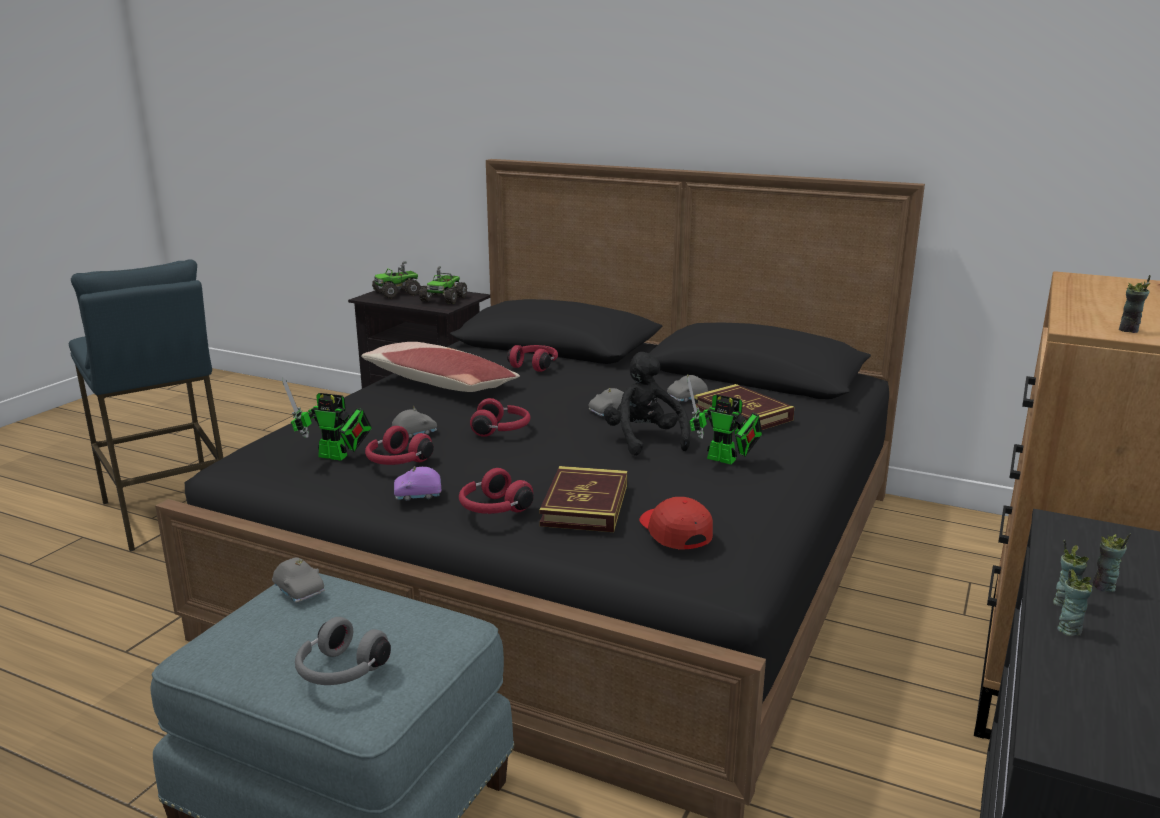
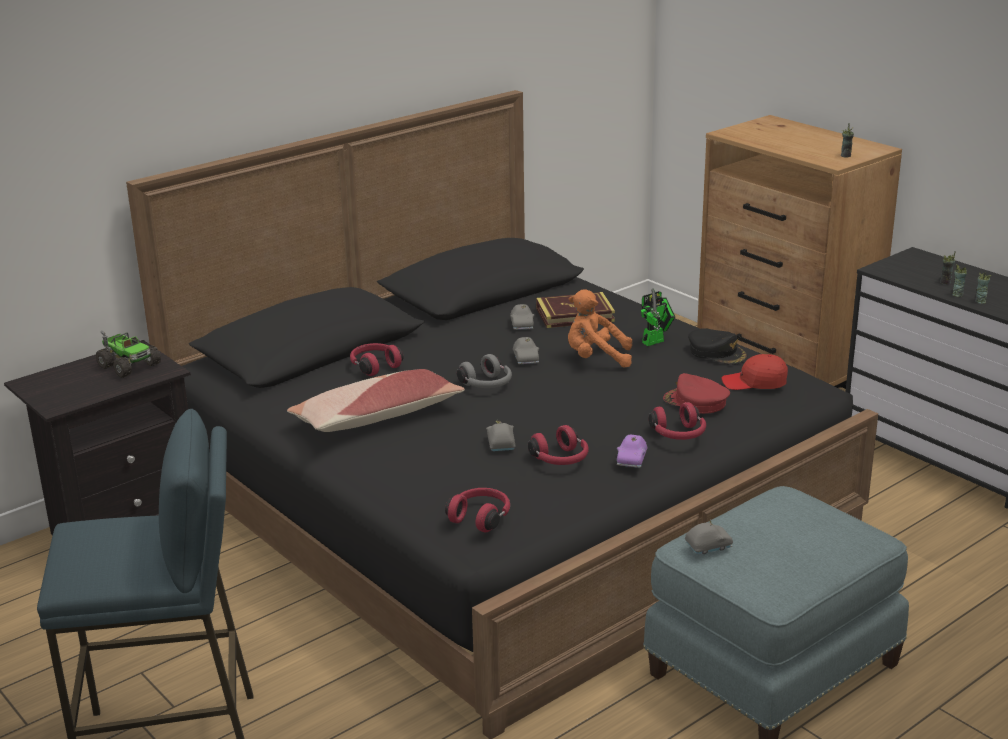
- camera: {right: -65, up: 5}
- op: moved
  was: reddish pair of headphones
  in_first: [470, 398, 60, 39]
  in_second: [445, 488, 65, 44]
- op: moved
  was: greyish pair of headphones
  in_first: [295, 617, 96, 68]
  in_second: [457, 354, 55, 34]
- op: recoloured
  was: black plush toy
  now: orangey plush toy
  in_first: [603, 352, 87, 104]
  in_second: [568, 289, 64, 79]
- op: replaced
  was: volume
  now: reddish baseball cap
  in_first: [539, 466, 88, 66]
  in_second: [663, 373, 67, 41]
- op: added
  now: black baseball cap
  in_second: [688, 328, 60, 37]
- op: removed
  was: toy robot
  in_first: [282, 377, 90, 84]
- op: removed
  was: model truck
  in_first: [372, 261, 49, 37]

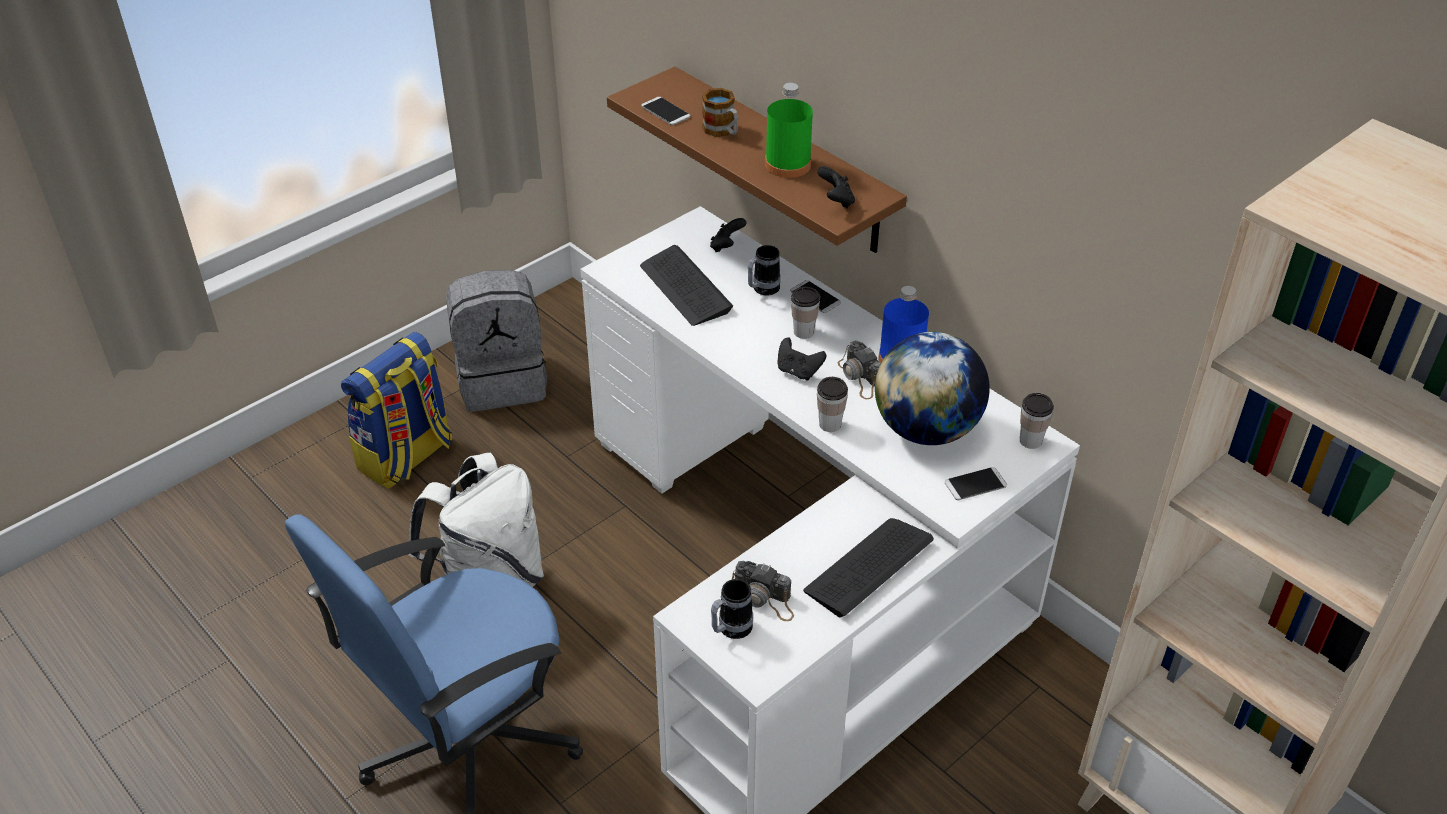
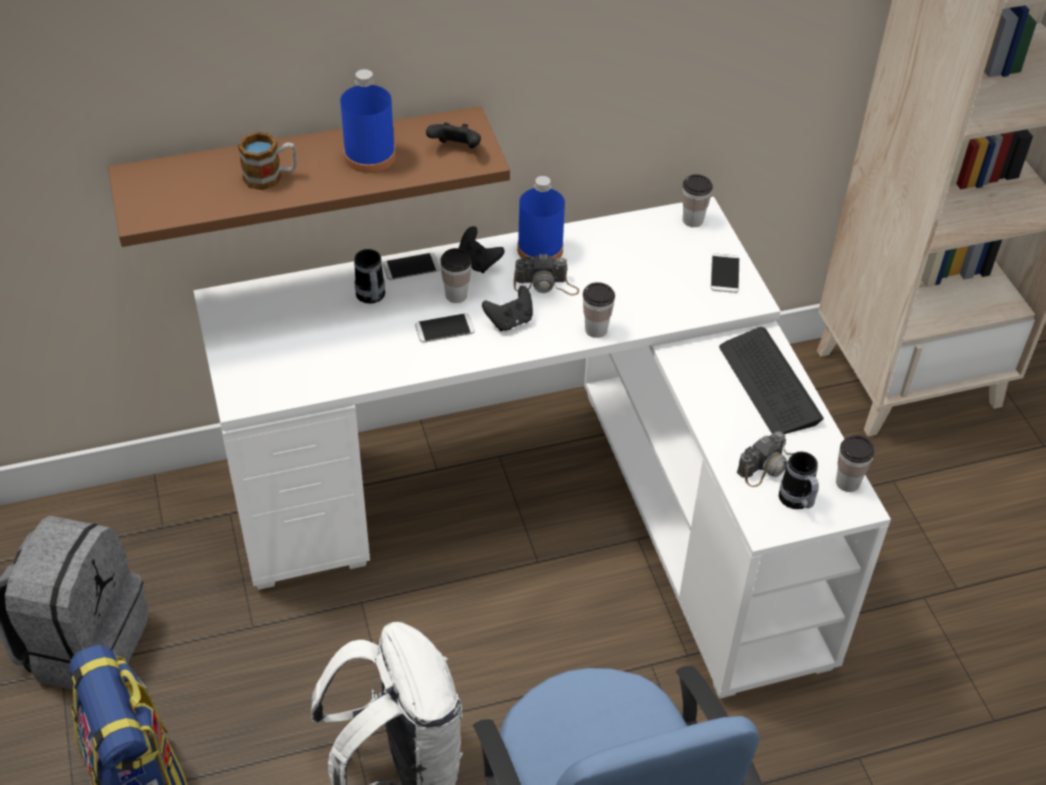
- camera: {right: -65, up: 5}
- op: recoloured
  was: green bottle
  now: blue bottle
  in_first: [765, 83, 48, 95]
  in_second: [340, 69, 56, 104]
- op: moved
  was: phone
  in_first: [641, 97, 49, 28]
  in_second: [415, 313, 60, 30]
- op: moved
  was: black joypad
  in_first: [710, 218, 36, 34]
  in_second: [459, 226, 46, 47]
- op: added
  now: cup
  in_second: [836, 435, 39, 57]
- op: removed
  was: keyboard
  in_first: [640, 245, 93, 81]
- op: removed
  was: globe
  in_first: [875, 332, 115, 113]

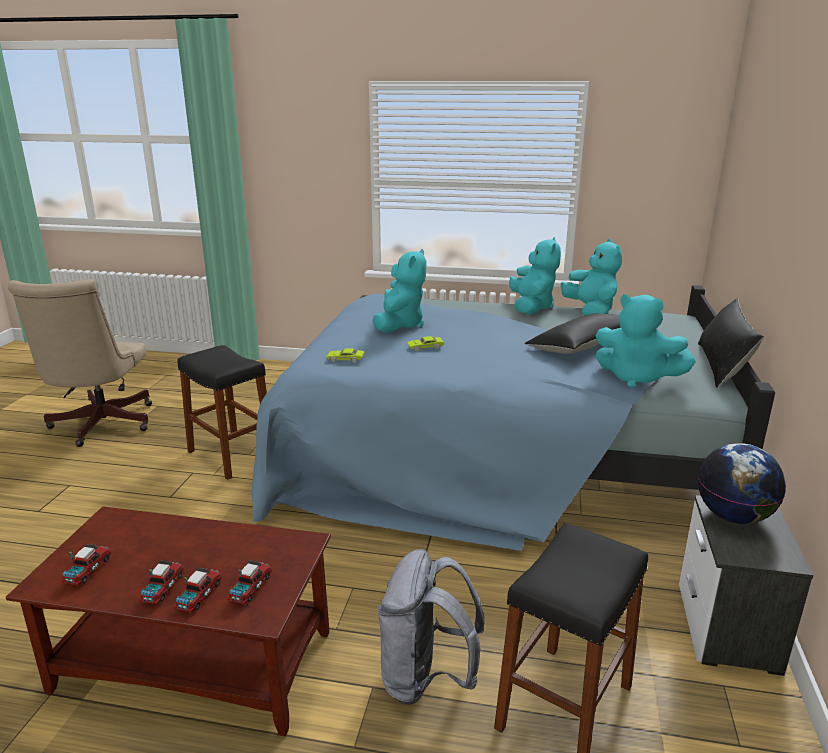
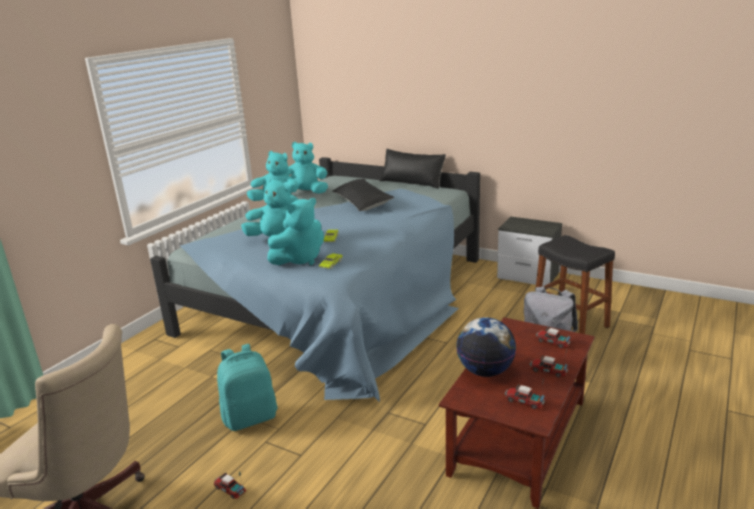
- camera: {right: -70, up: 0}
- op: moved
  was: model truck
  in_first: [174, 567, 48, 45]
  in_second: [214, 471, 32, 28]
- op: replaced
  was: black stool
  now: turquoise knapsack
  in_first: [178, 345, 89, 135]
  in_second: [217, 344, 60, 87]
- op: moved
  was: turquoise plush toy
  in_first: [596, 294, 100, 94]
  in_second: [267, 198, 57, 67]
- op: moved
  was: globe
  in_first: [698, 443, 88, 81]
  in_second: [456, 317, 60, 60]

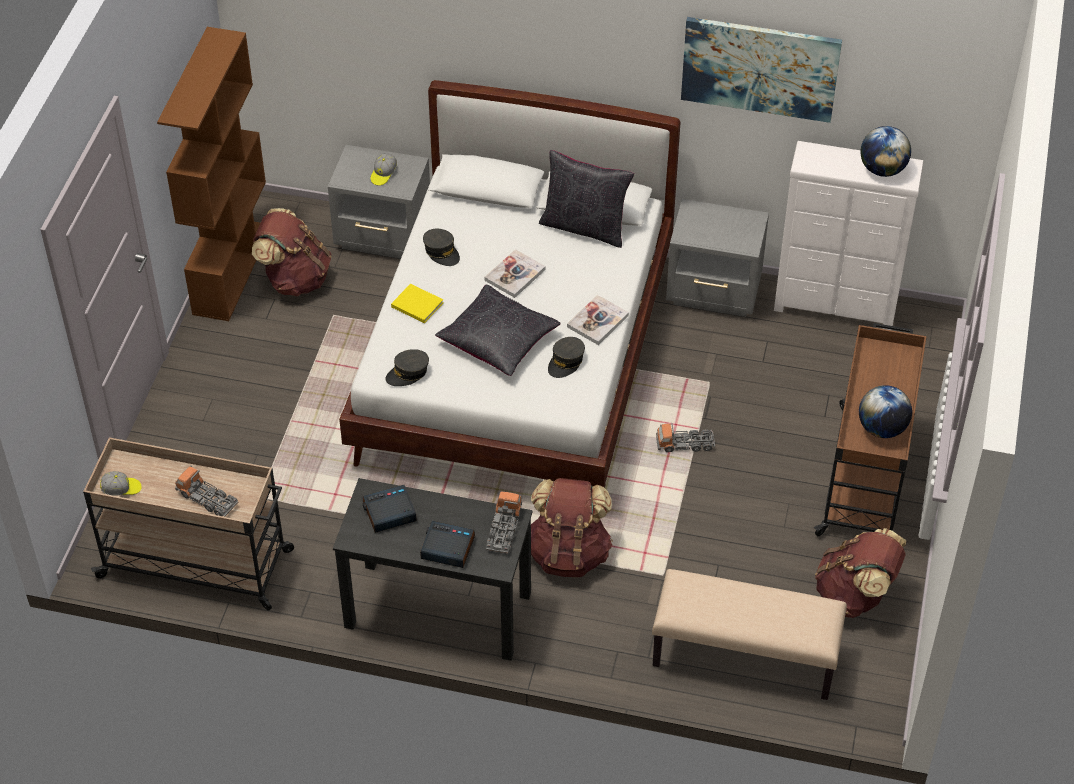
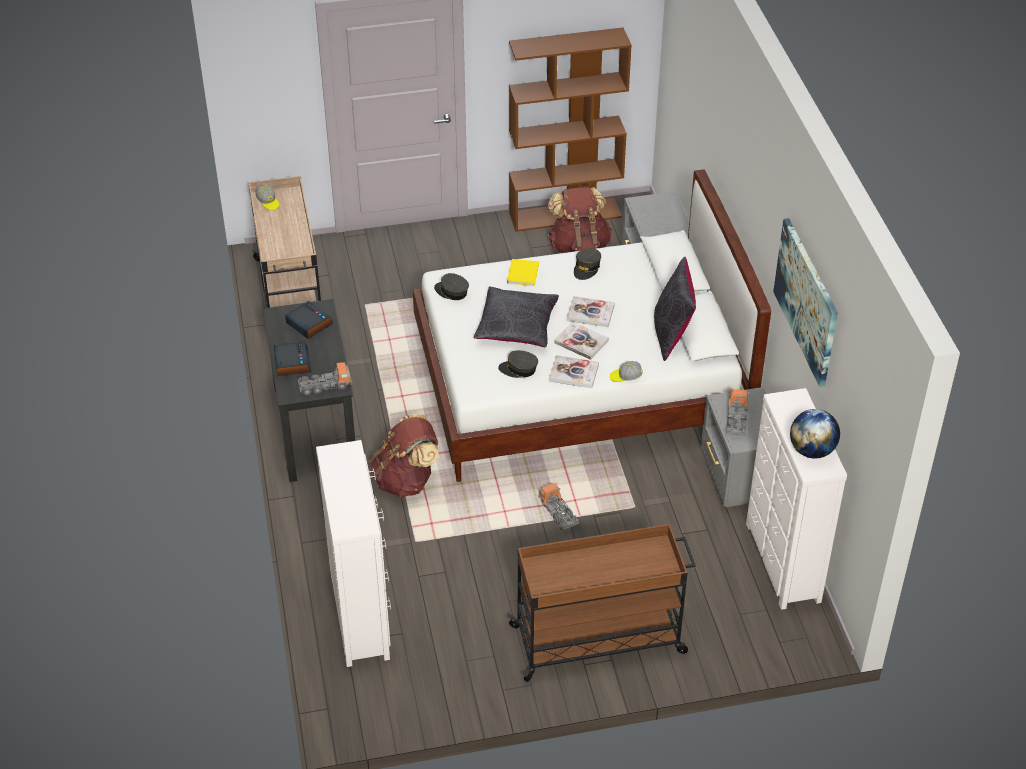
- camera: {right: 65, up: -5}
- op: replaced
  was: beige bench
  now: white dresser
  in_first: [652, 569, 195, 131]
  in_second: [316, 440, 75, 227]
- op: added
  now: volume
  in_second: [554, 321, 55, 39]
- op: moved
  was: baseball cap
  in_first: [371, 153, 26, 33]
  in_second: [610, 361, 33, 21]
- op: moved
  was: model truck
  in_first: [175, 466, 63, 51]
  in_second: [726, 389, 24, 47]
- op: removed
  was: brown knapsack
  in_first: [815, 528, 92, 90]
- op: removed
  was: globe
  in_first: [859, 385, 53, 53]

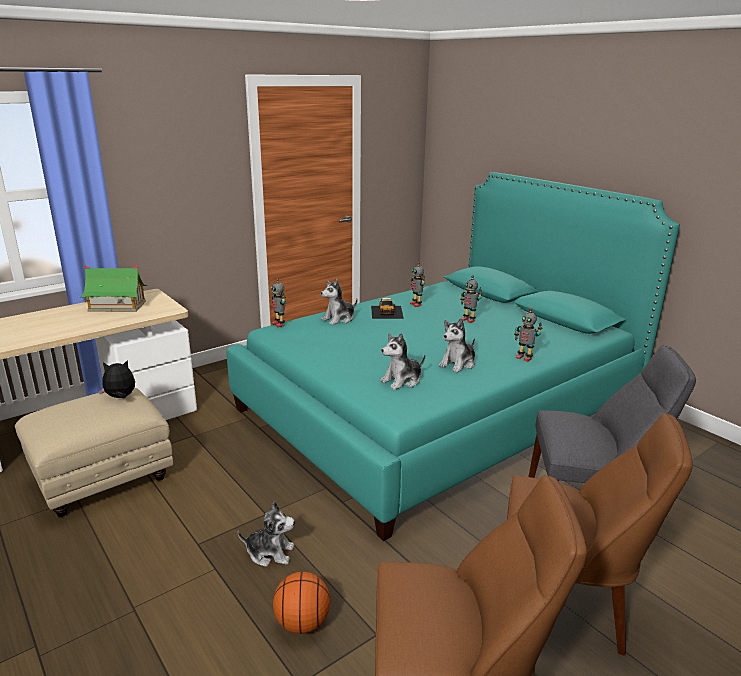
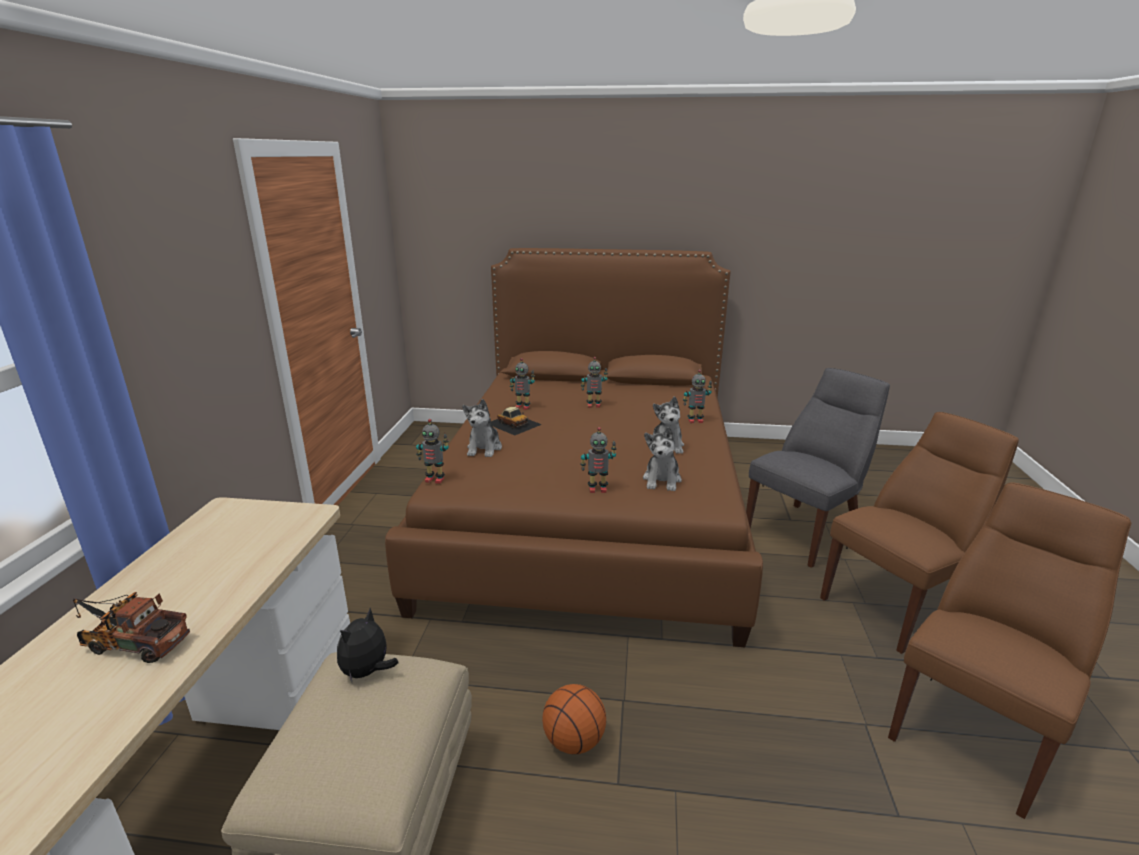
- camera: {right: -45, up: 0}
- op: added
  now: model truck
  in_second: [73, 592, 117, 71]
- op: recoloured
  was: turquoise bedroom bed
  now: brown bedroom bed
  in_first: [227, 172, 453, 369]
  in_second: [385, 248, 378, 399]
- op: moved
  was: basketball ball
  in_first: [273, 572, 58, 62]
  in_second: [542, 684, 64, 70]
- op: added
  now: toy robot
  in_second: [580, 427, 37, 66]
- op: removed
  was: model house
  in_first: [80, 265, 68, 47]
- op: removed
  was: plush toy
  in_first: [238, 502, 57, 65]

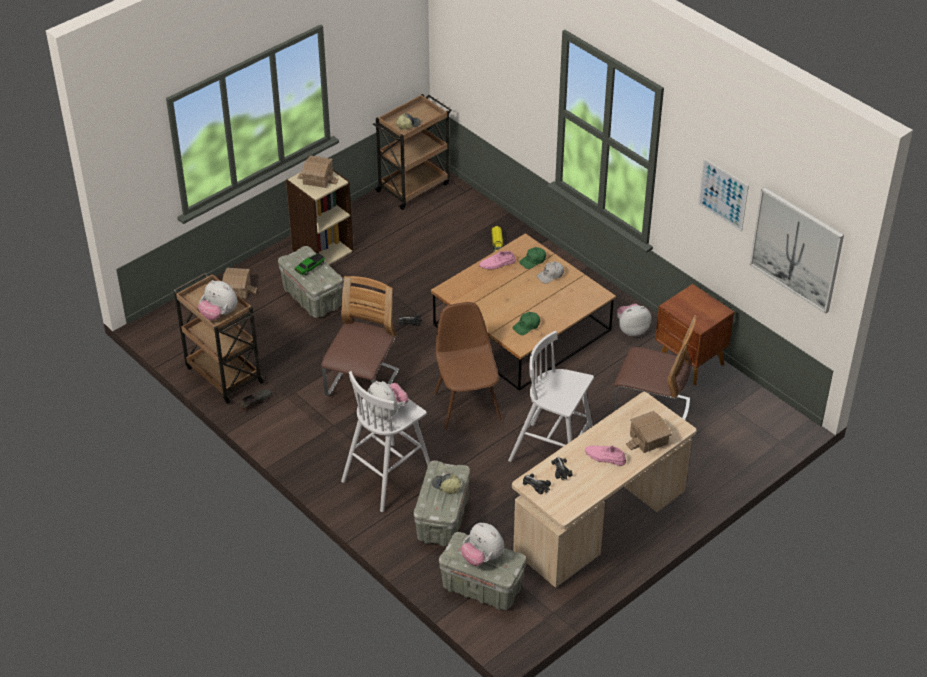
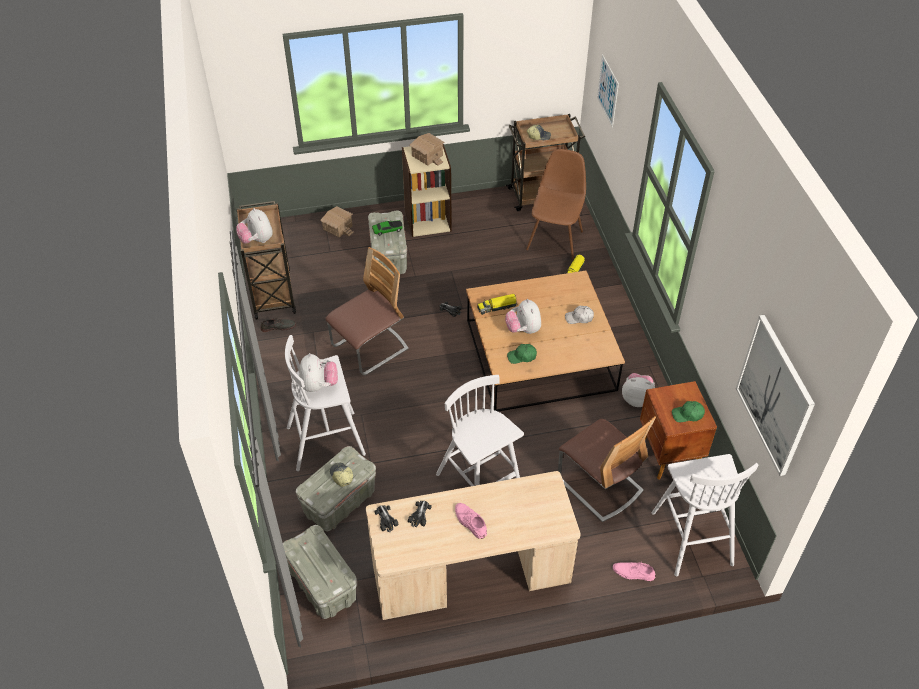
- camera: {right: 30, up: 5}
- op: added
  now: model truck
  in_second: [477, 294, 41, 21]
- op: moved
  was: plush toy
  in_first: [461, 523, 43, 43]
  in_second: [505, 299, 36, 35]
- op: moved
  was: brown plain chair
  in_first: [434, 302, 68, 127]
  in_second: [526, 149, 60, 110]
- op: moved
  was: wall picture
  in_first: [698, 159, 51, 73]
  in_second: [597, 55, 22, 72]
- op: moved
  was: pink-coloured shoe
  in_first: [479, 250, 37, 19]
  in_second: [613, 562, 43, 19]
- op: added
  now: white stool
  in_second: [652, 454, 106, 122]
- op: moved
  was: green baseball cap
  in_first: [519, 247, 27, 22]
  in_second: [672, 401, 33, 21]
- op: removed
  was: model house
  in_first: [626, 411, 46, 42]

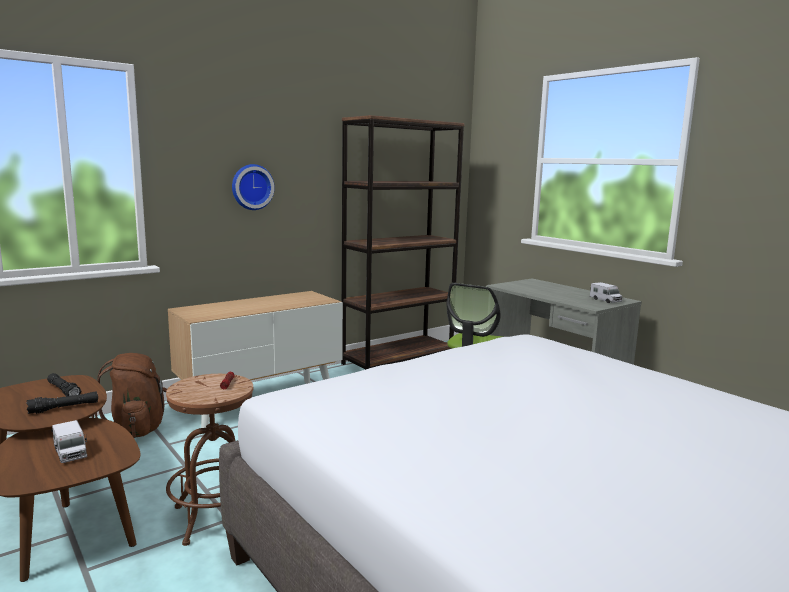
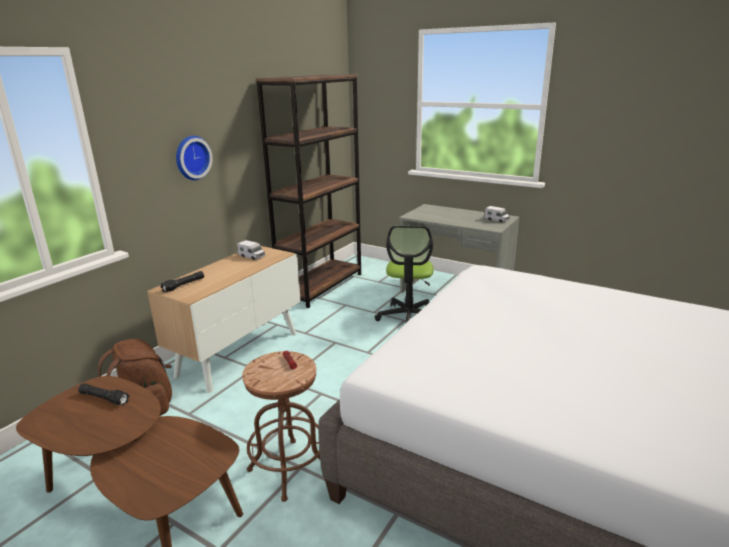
- camera: {right: -20, up: 10}
- op: moved
  was: black torch
  in_first: [26, 392, 72, 22]
  in_second: [160, 271, 44, 21]
- op: moved
  was: model truck
  in_first: [52, 420, 35, 43]
  in_second: [237, 240, 28, 20]

